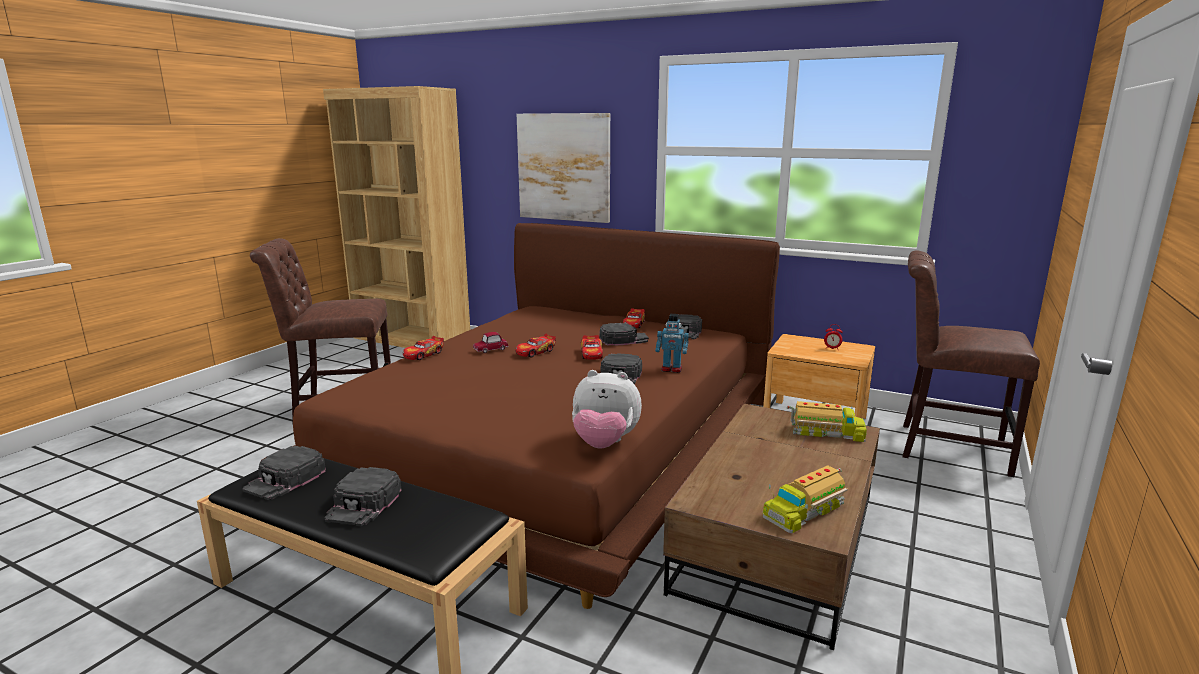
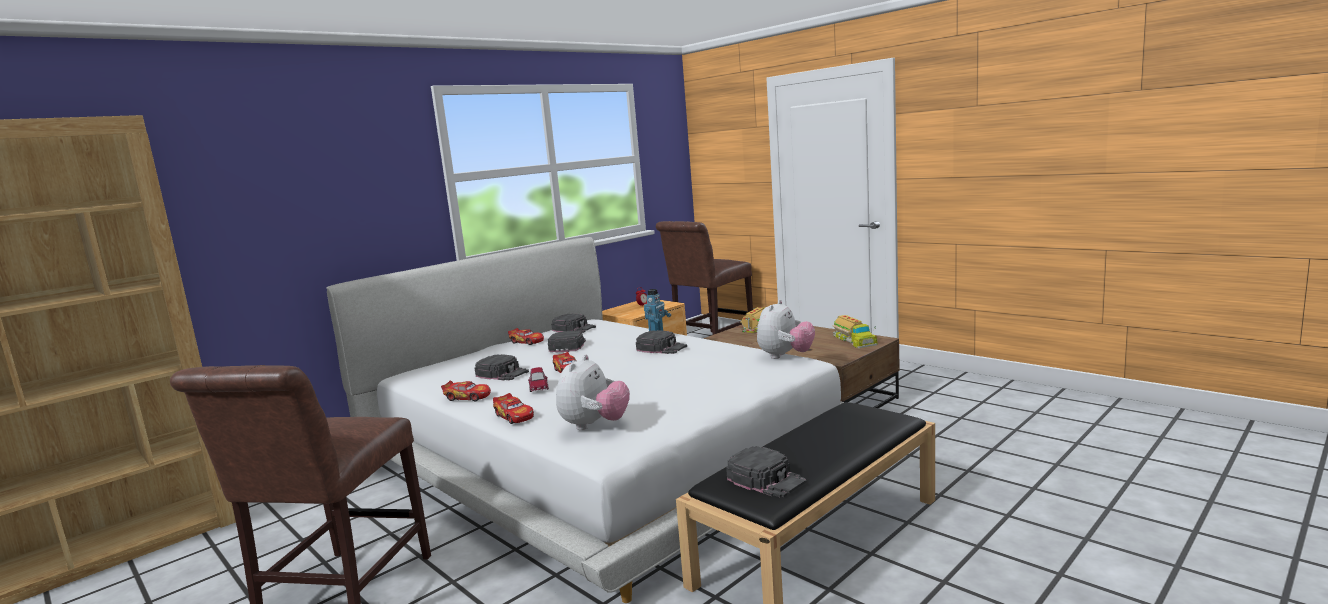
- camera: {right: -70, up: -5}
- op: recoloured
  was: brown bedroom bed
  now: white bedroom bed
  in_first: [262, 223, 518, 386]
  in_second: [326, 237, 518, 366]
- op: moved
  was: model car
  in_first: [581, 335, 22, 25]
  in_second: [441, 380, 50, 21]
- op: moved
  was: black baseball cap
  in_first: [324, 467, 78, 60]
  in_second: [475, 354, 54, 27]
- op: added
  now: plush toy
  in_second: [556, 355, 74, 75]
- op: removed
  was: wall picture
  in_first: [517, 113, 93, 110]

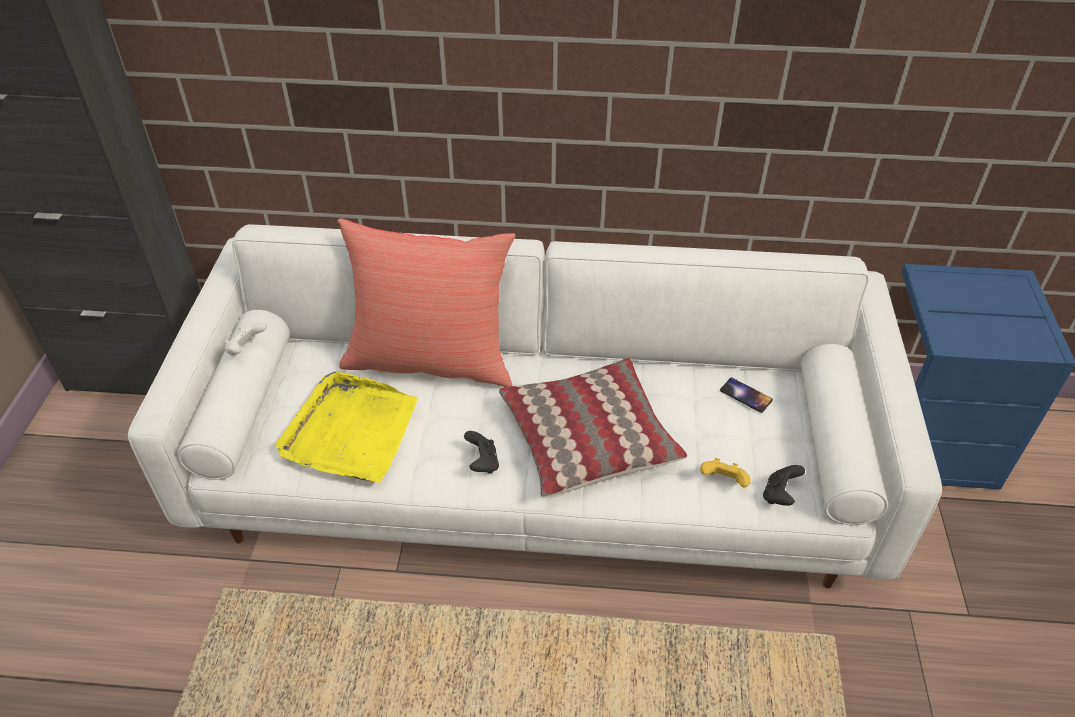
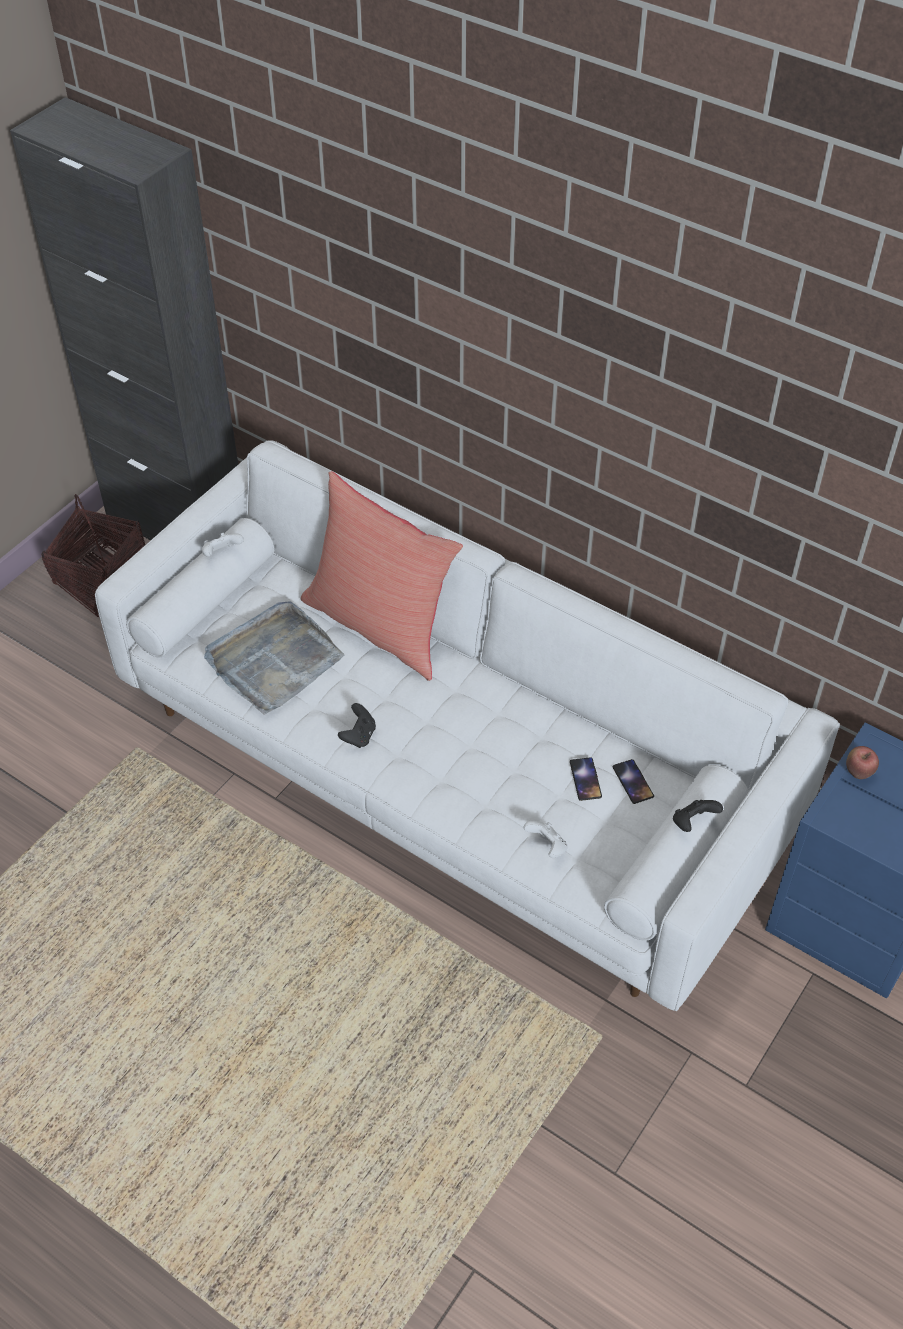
- camera: {right: 30, up: 5}
- op: added
  now: storage basket
  in_second: [41, 494, 104, 123]
- op: recoloured
  was: yellowish tray
  now: greyish tray
  in_first: [276, 371, 142, 112]
  in_second: [204, 601, 141, 113]
- op: recoloured
  was: yellowish joypad
  now: white joypad
  in_first: [700, 458, 51, 29]
  in_second: [523, 821, 45, 37]
- op: added
  now: phone
  in_second: [570, 757, 32, 44]
- op: moved
  was: black joypad
  in_first: [763, 465, 42, 41]
  in_second: [673, 800, 50, 32]
- op: added
  now: whole apple
  in_second: [846, 746, 33, 33]
- op: removed
  was: cushion
  in_first: [499, 358, 188, 139]

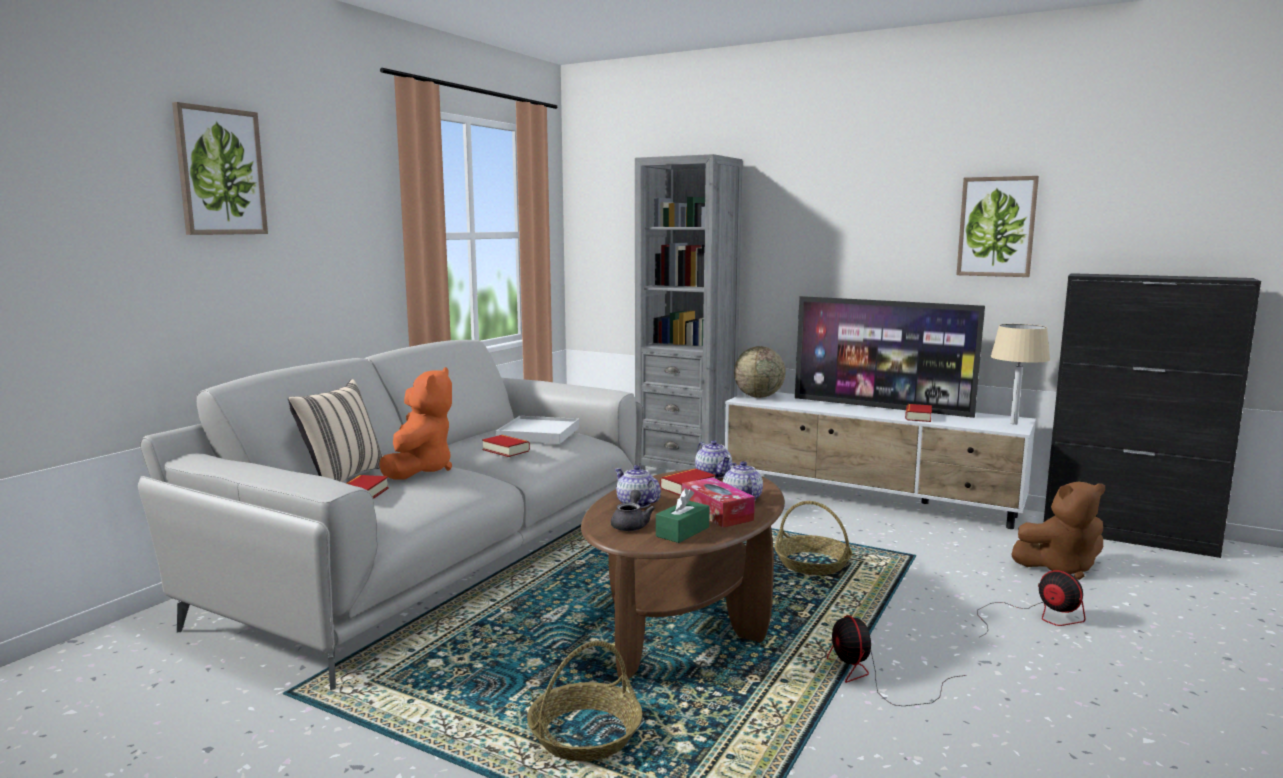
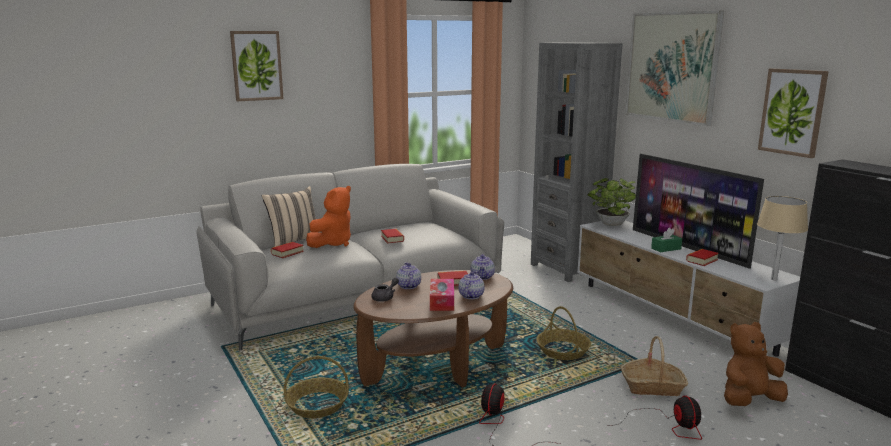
- camera: {right: 30, up: 5}
- op: replaced
  was: globe
  now: potted plant
  in_first: [734, 346, 52, 52]
  in_second: [587, 178, 49, 48]
- op: added
  now: storage basket
  in_second: [621, 336, 68, 60]
- op: added
  now: wall picture
  in_second: [626, 11, 98, 115]
- op: moved
  was: green tissue box
  in_first: [656, 488, 54, 55]
  in_second: [651, 228, 31, 24]
- op: turned
  was: brown plush toy
  in_first: [1011, 482, 94, 98]
  in_second: [724, 322, 64, 84]
  clockwise: 135
- op: removed
  was: white tray
  in_first: [496, 416, 83, 28]

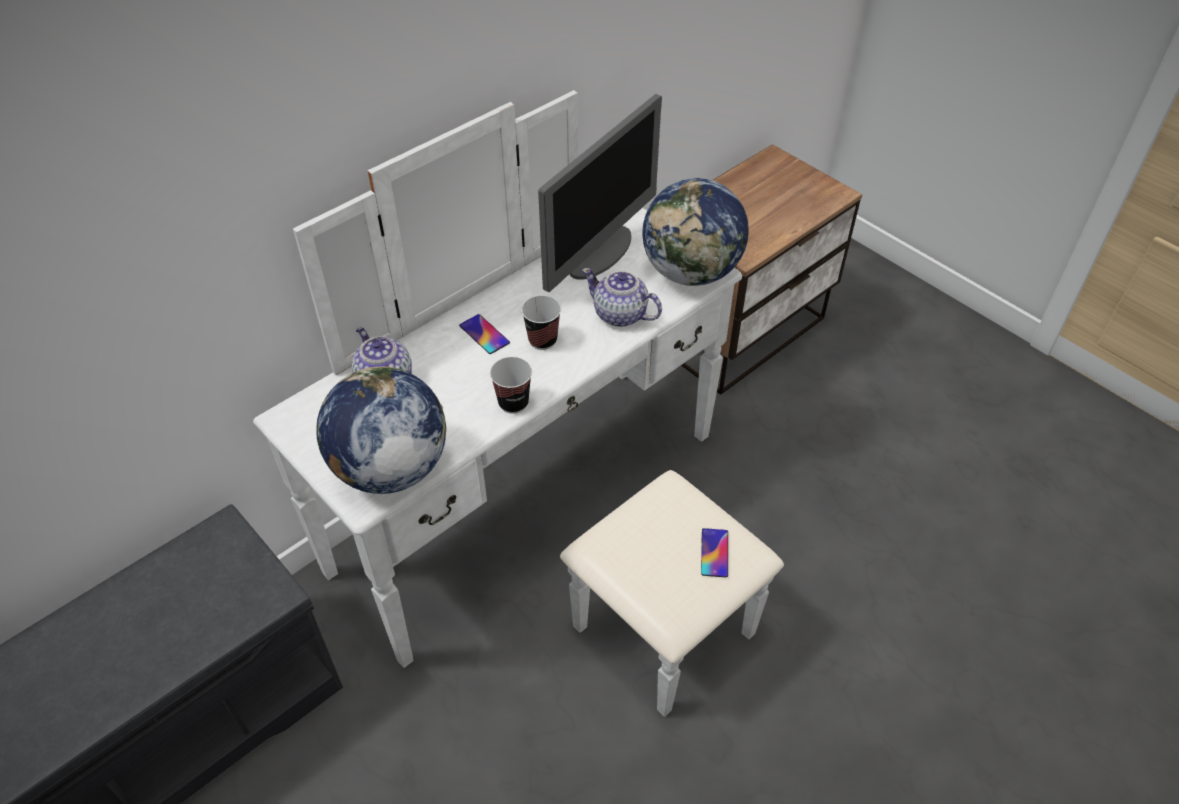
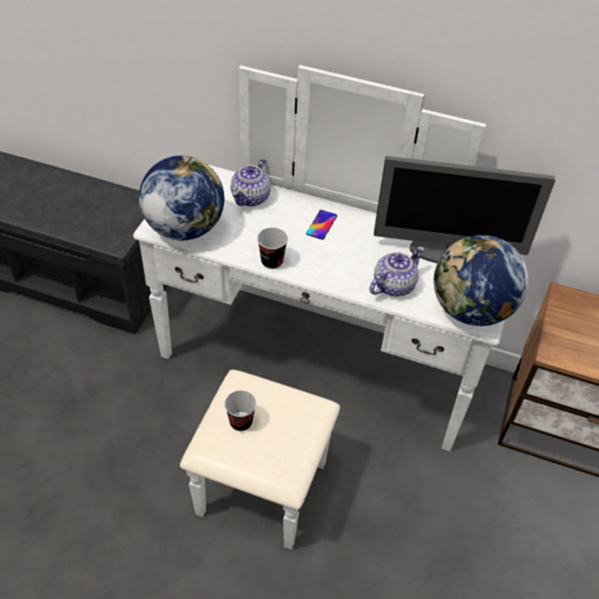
- camera: {right: 60, up: 0}
- op: moved
  was: cup
  in_first: [521, 295, 40, 55]
  in_second: [225, 390, 31, 41]
- op: turned
  was: pot for tea
  in_first: [582, 268, 80, 59]
  in_second: [370, 246, 54, 51]
  clockwise: 45
- op: removed
  was: phone
  in_first: [701, 528, 27, 49]

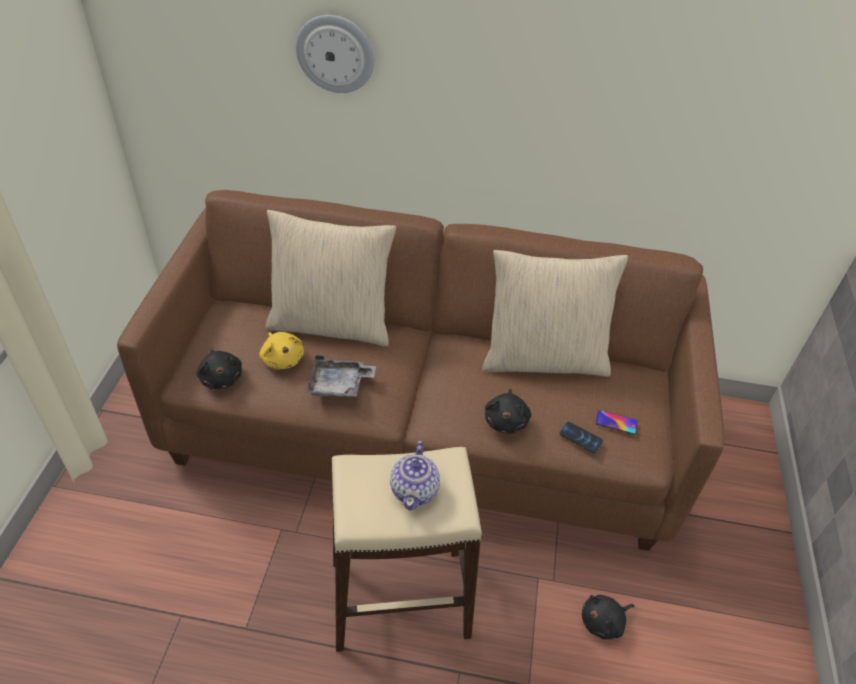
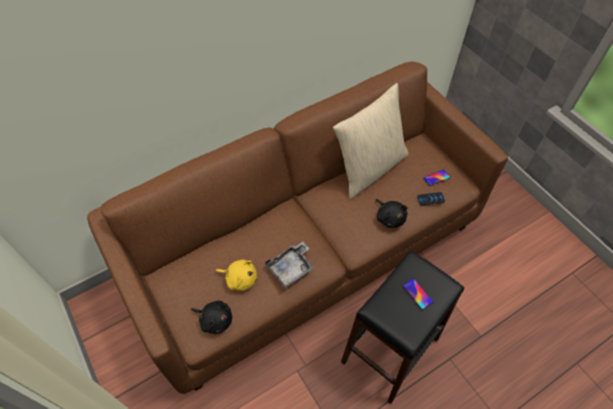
- camera: {right: -40, up: 10}
- op: recoloured
  was: beige stool
  now: black stool
  in_first: [332, 447, 150, 205]
  in_second: [341, 251, 123, 153]
- op: replaced
  was: pot for tea
  now: phone
  in_first: [390, 441, 50, 70]
  in_second: [403, 278, 30, 32]
- op: removed
  was: beige cushion
  in_first: [266, 210, 130, 136]
- op: removed
  was: wall clock
  in_first: [296, 15, 78, 78]
- op: removed
  was: black plush toy
  in_first: [582, 595, 53, 45]

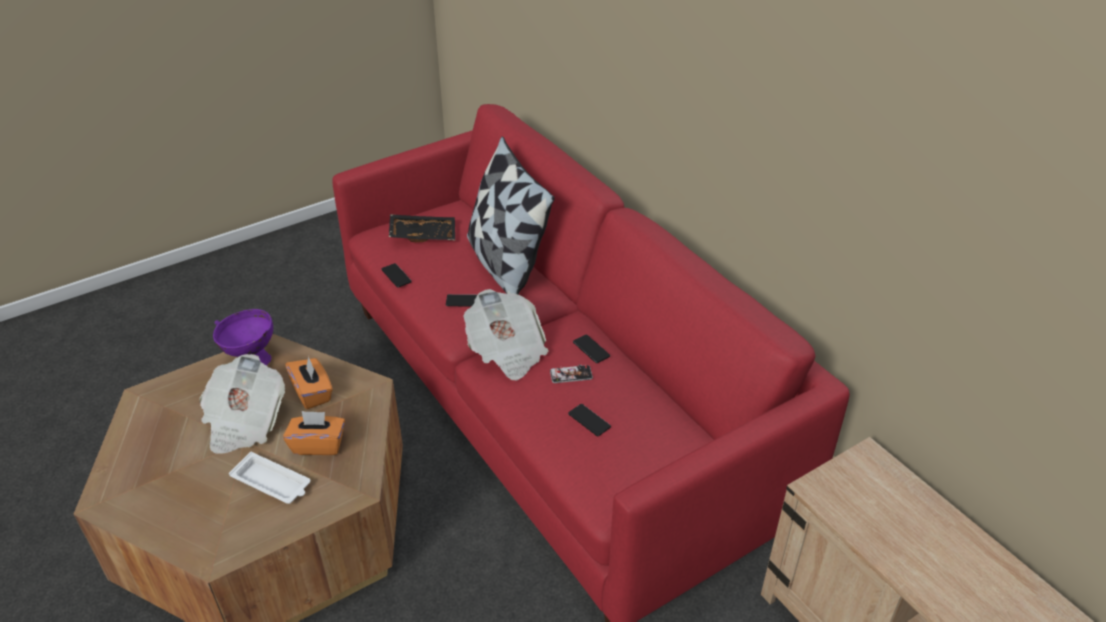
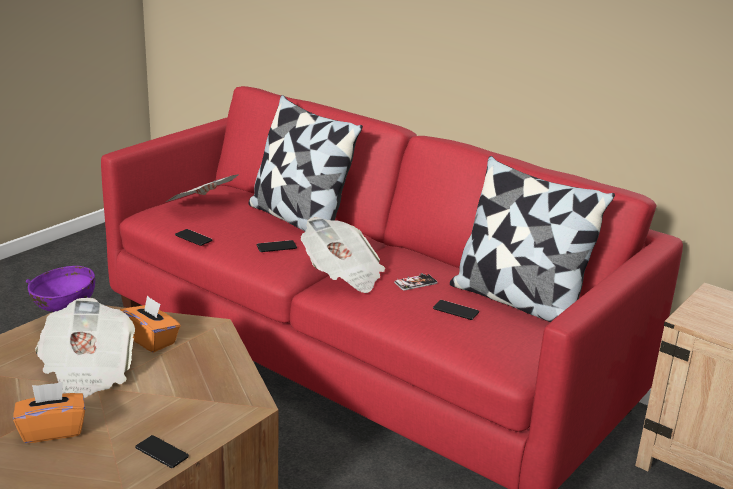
- camera: {right: -20, up: -15}
- op: moved
  was: orangey tissue box
  in_first: [283, 411, 62, 44]
  in_second: [13, 382, 72, 61]
- op: moved
  was: phone
  in_first: [573, 334, 37, 29]
  in_second: [135, 435, 54, 33]
- op: replaced
  was: black tray
  now: newspaper
  in_first: [389, 214, 66, 28]
  in_second: [166, 175, 72, 27]
- op: added
  now: cushion
  in_second: [450, 156, 165, 166]
- op: removed
  was: white tray
  in_first: [229, 452, 82, 52]

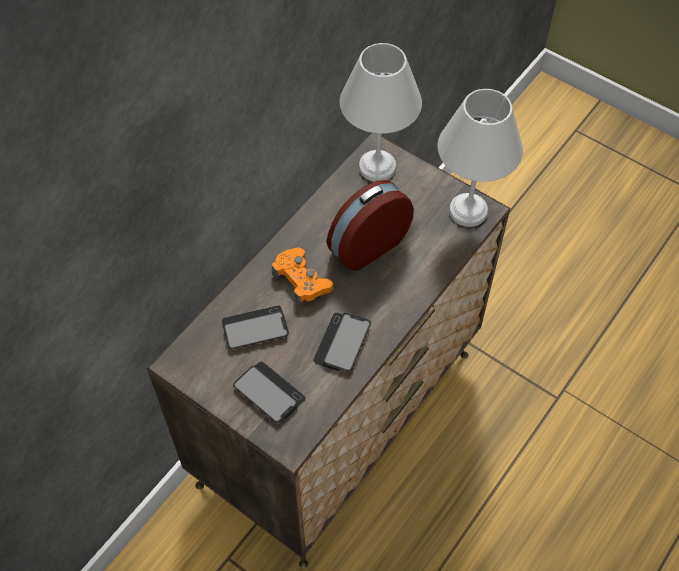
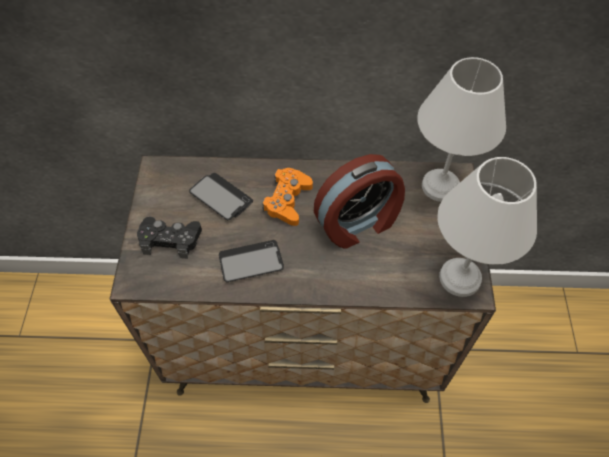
- camera: {right: 55, up: 0}
- op: replaced
  was: phone
  now: black joypad
  in_first: [233, 362, 72, 61]
  in_second: [137, 217, 65, 42]
- op: turned
  was: alarm clock
  in_first: [326, 180, 88, 91]
  in_second: [314, 154, 91, 95]
  clockwise: 135

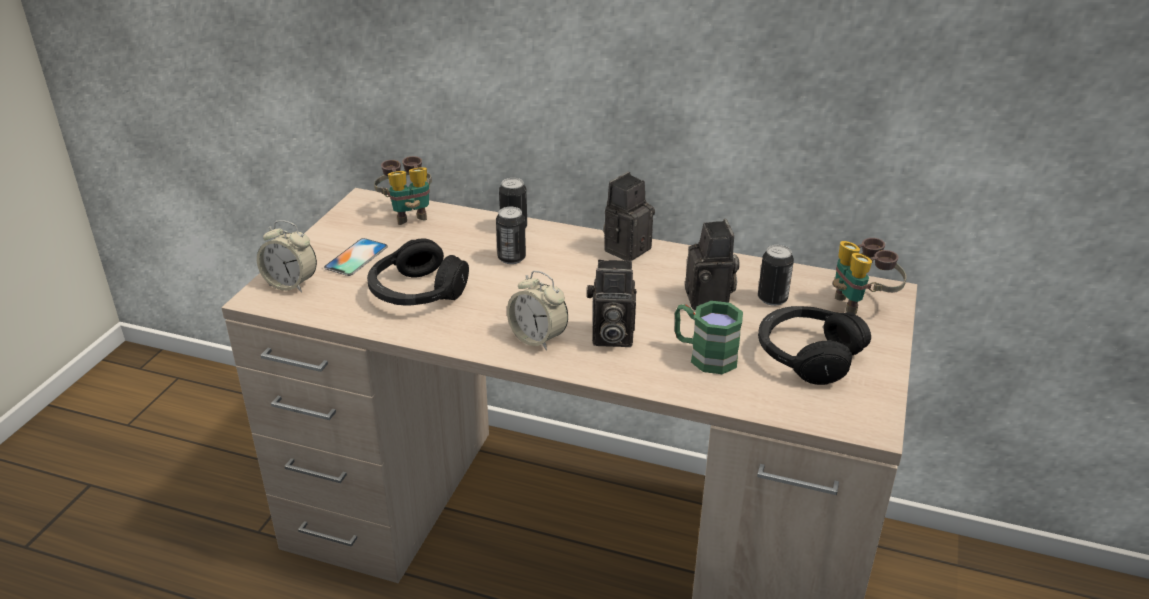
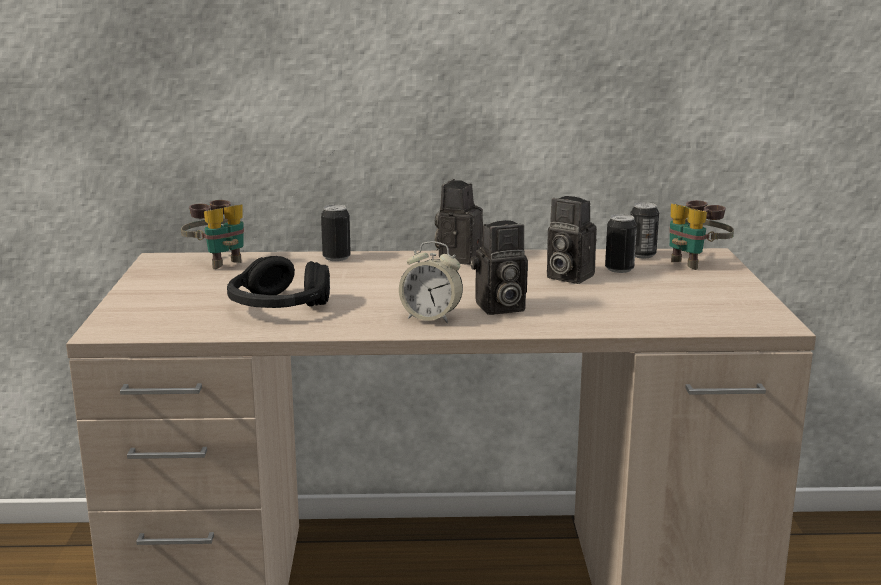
- camera: {right: -20, up: -15}
- op: turned
  was: still camera
  in_first: [685, 219, 55, 91]
  in_second: [547, 196, 50, 88]
  clockwise: 150
- op: moved
  was: can
  in_first: [496, 207, 30, 57]
  in_second: [631, 202, 28, 56]
- op: removed
  was: alarm clock
  in_first: [257, 220, 60, 73]
- op: removed
  was: phone
  in_first: [324, 238, 64, 38]
- op: removed
  was: green coffee mug
  in_first: [675, 301, 68, 73]
- op: removed
  was: black pair of headphones
  in_first: [758, 306, 113, 79]

